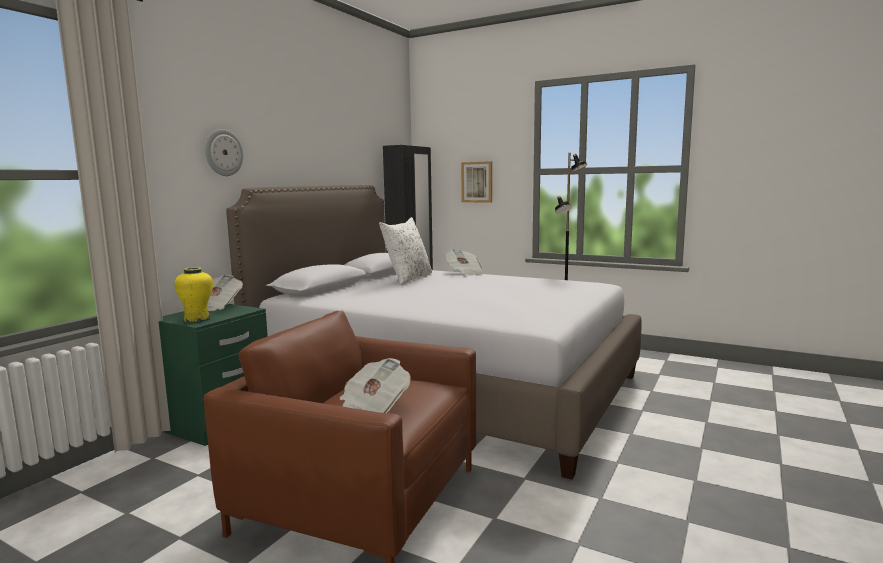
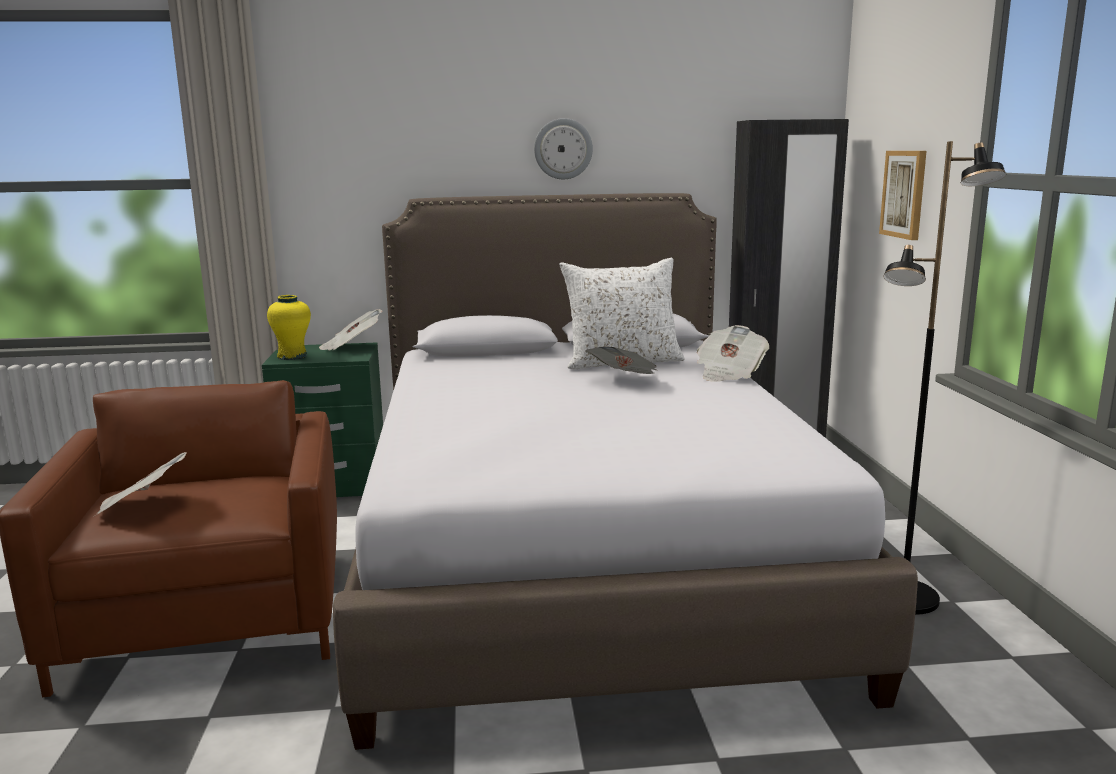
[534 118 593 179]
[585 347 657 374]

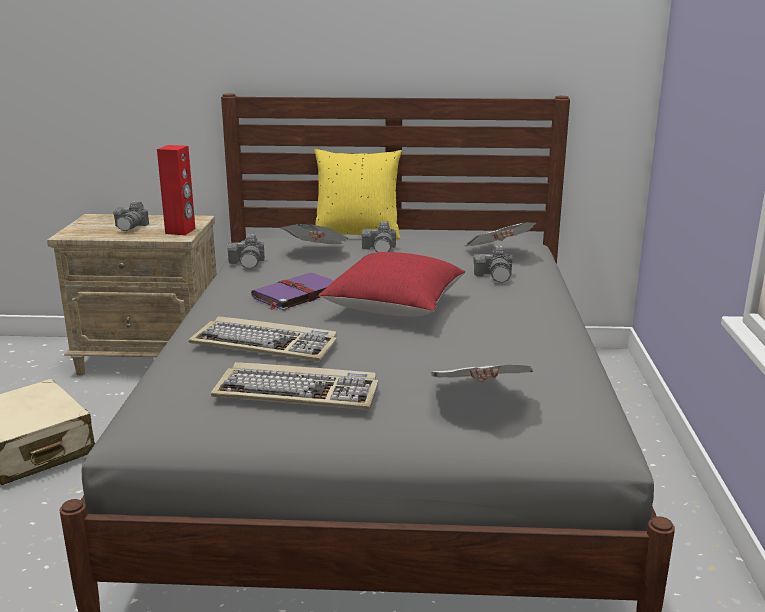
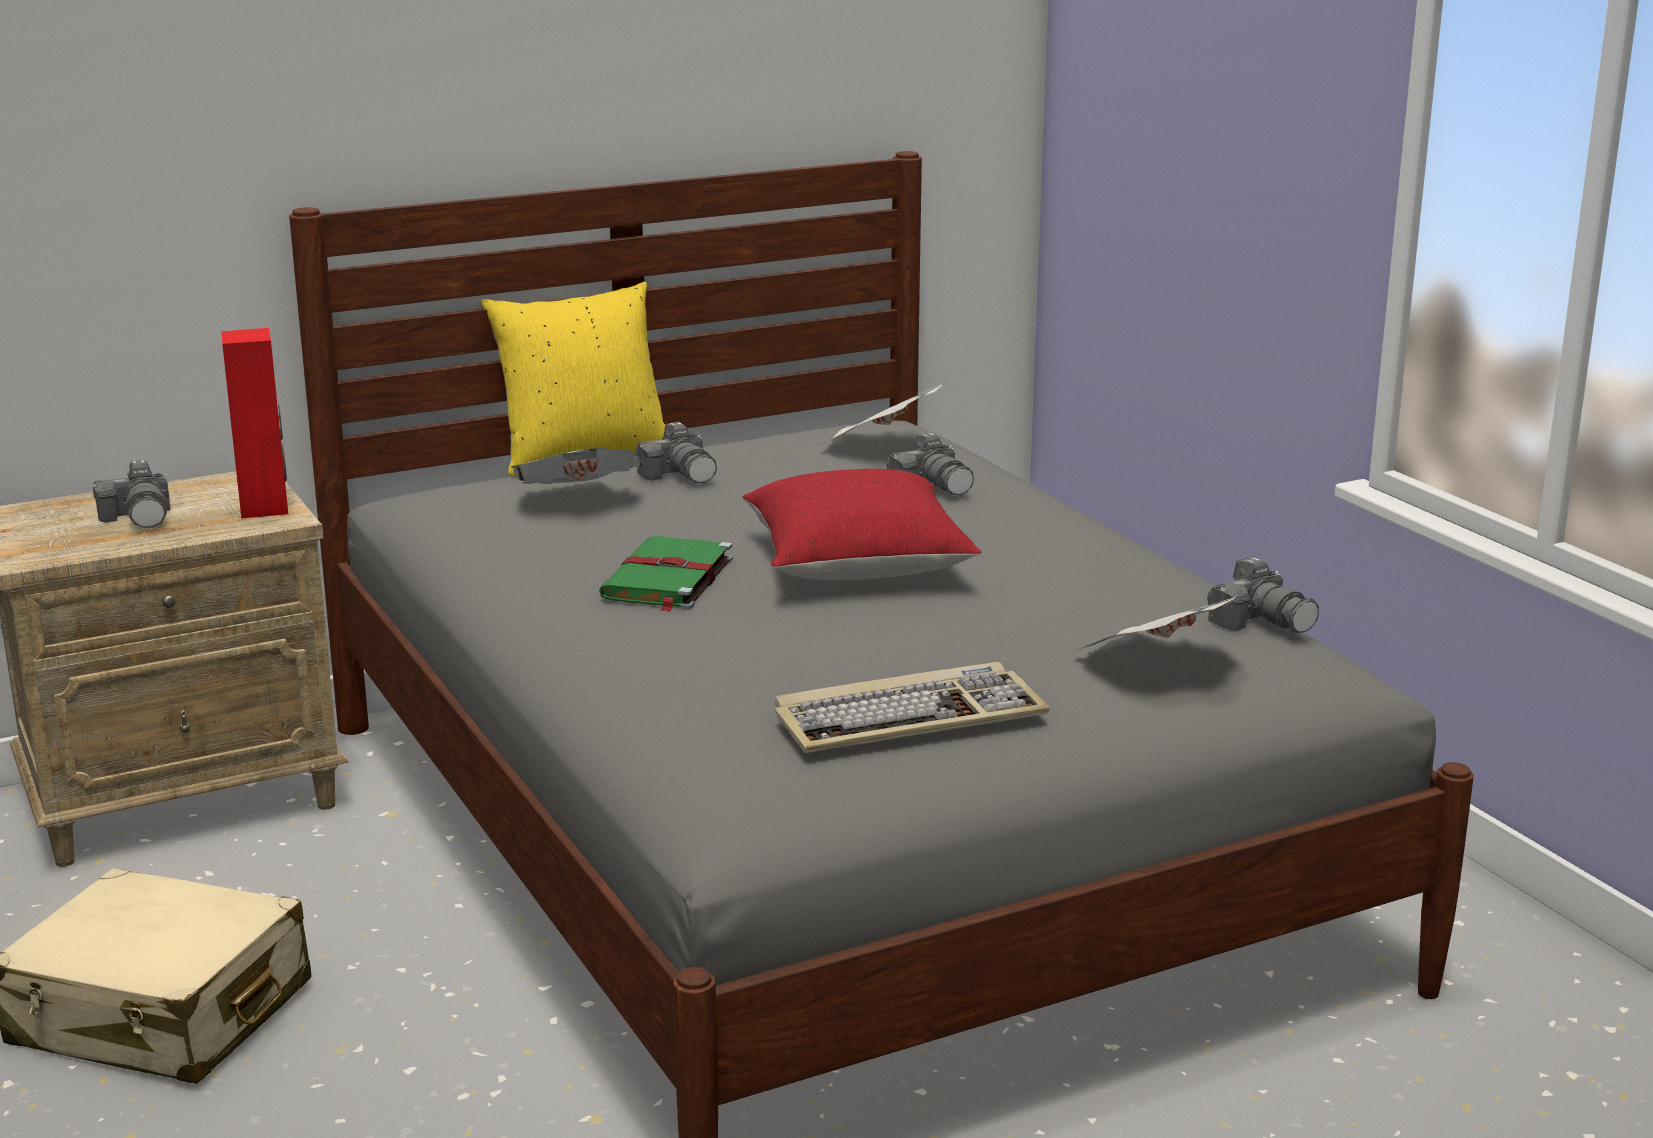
[599 536 733 612]
[1207 557 1319 633]
[189 316 337 362] (first image)

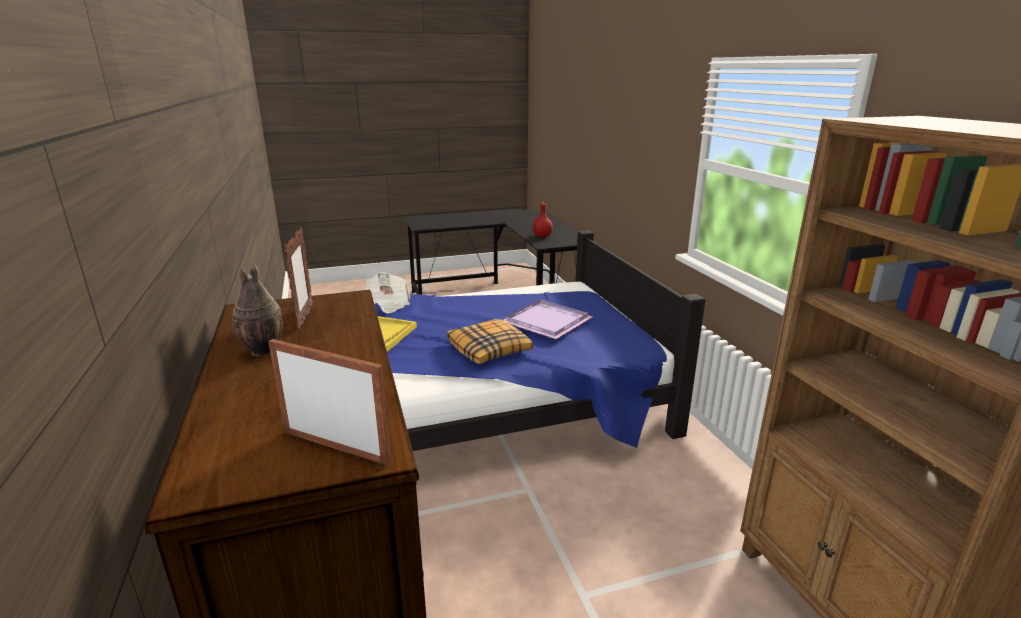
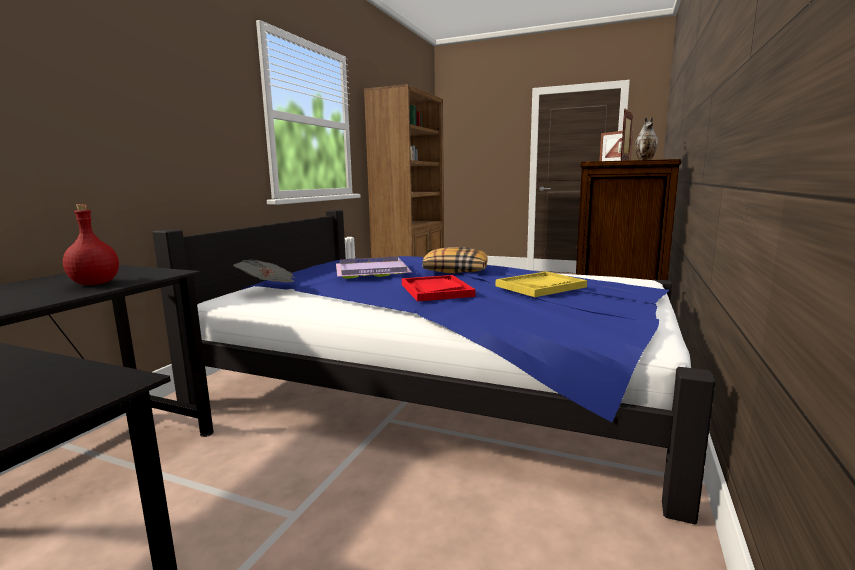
[233 260 295 282]
[402 275 476 302]

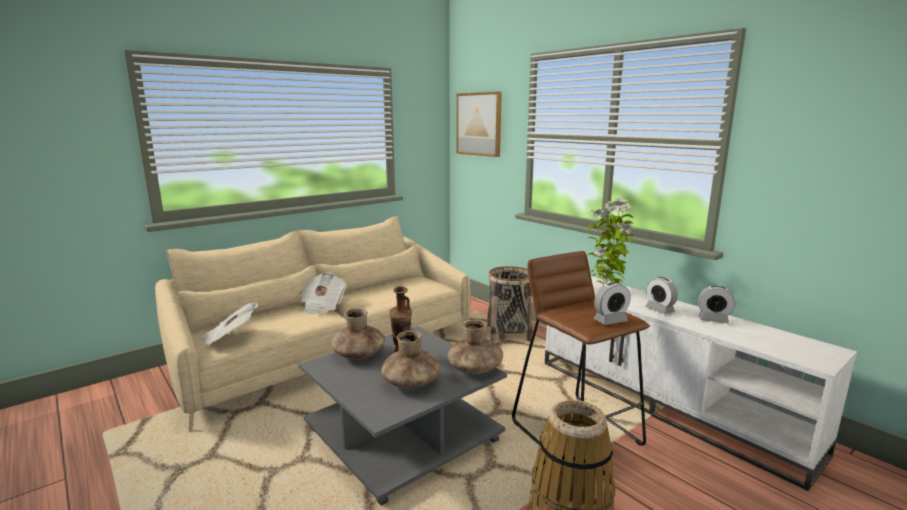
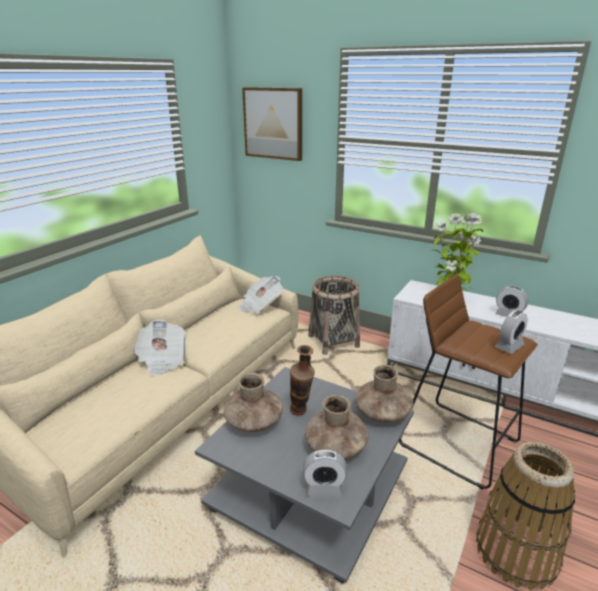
[238 276 283 314]
[303 450 347 497]

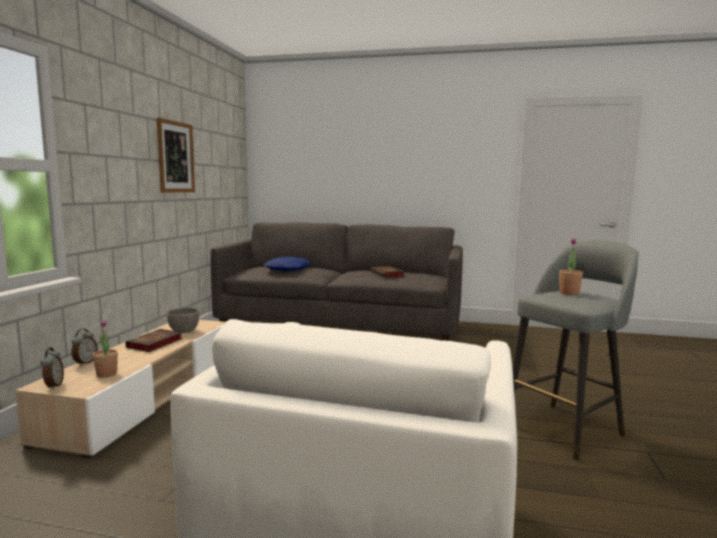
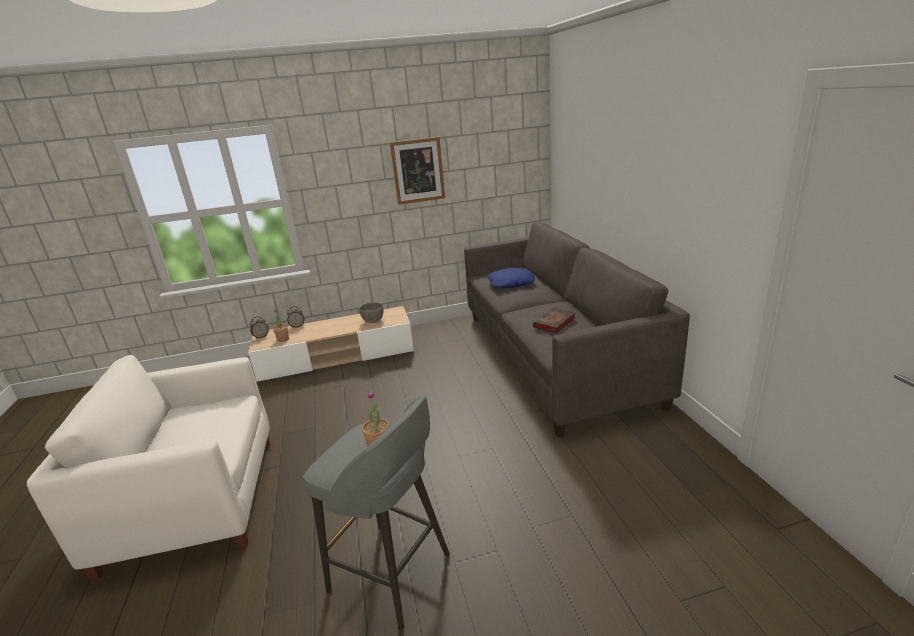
[125 329 183 352] (first image)

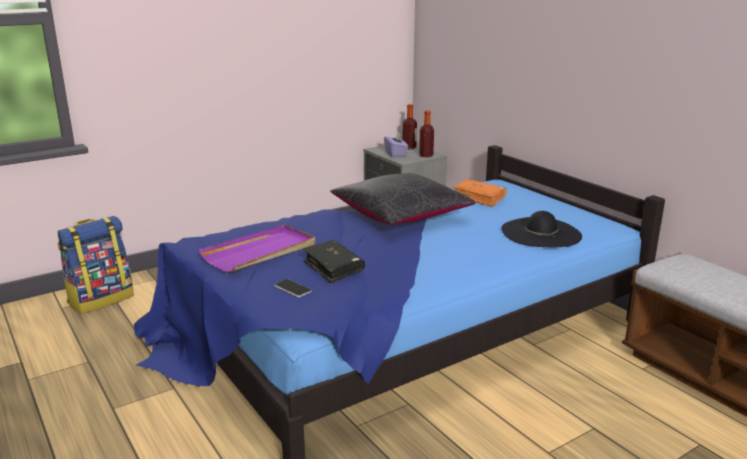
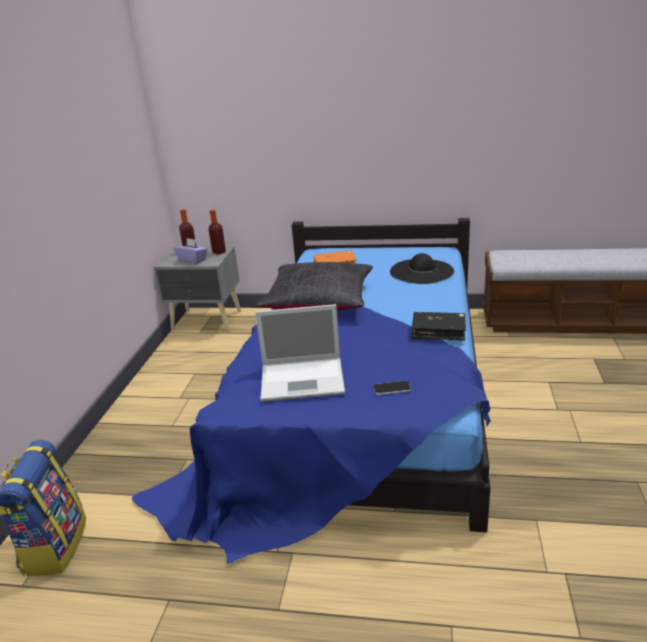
[255 304 345 402]
[411 312 466 341]

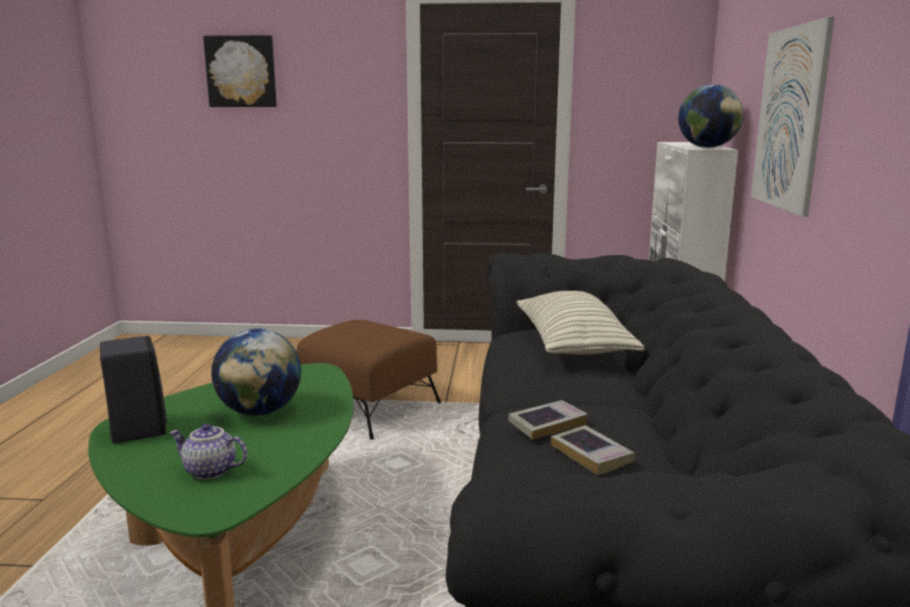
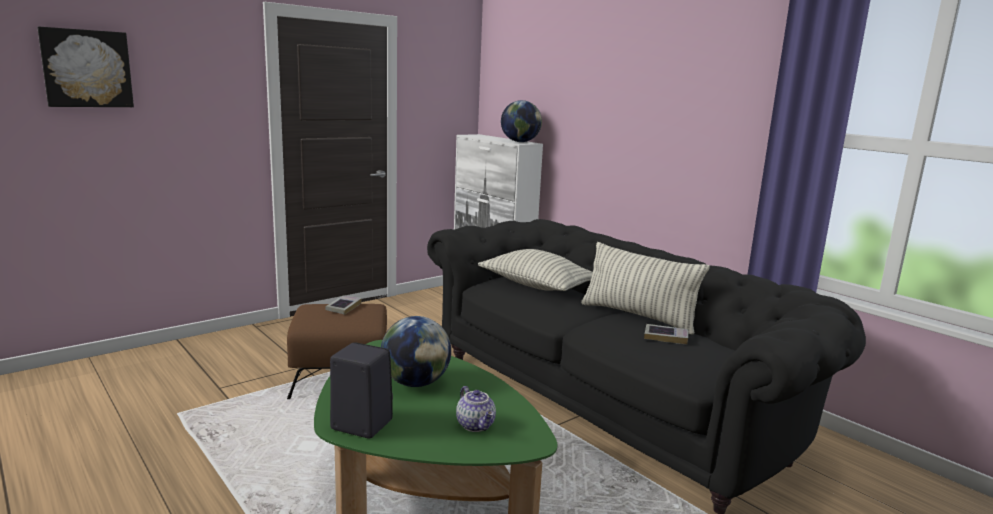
[325 296 362 315]
[456 386 496 432]
[581 242 710 334]
[751 17 834 217] (first image)

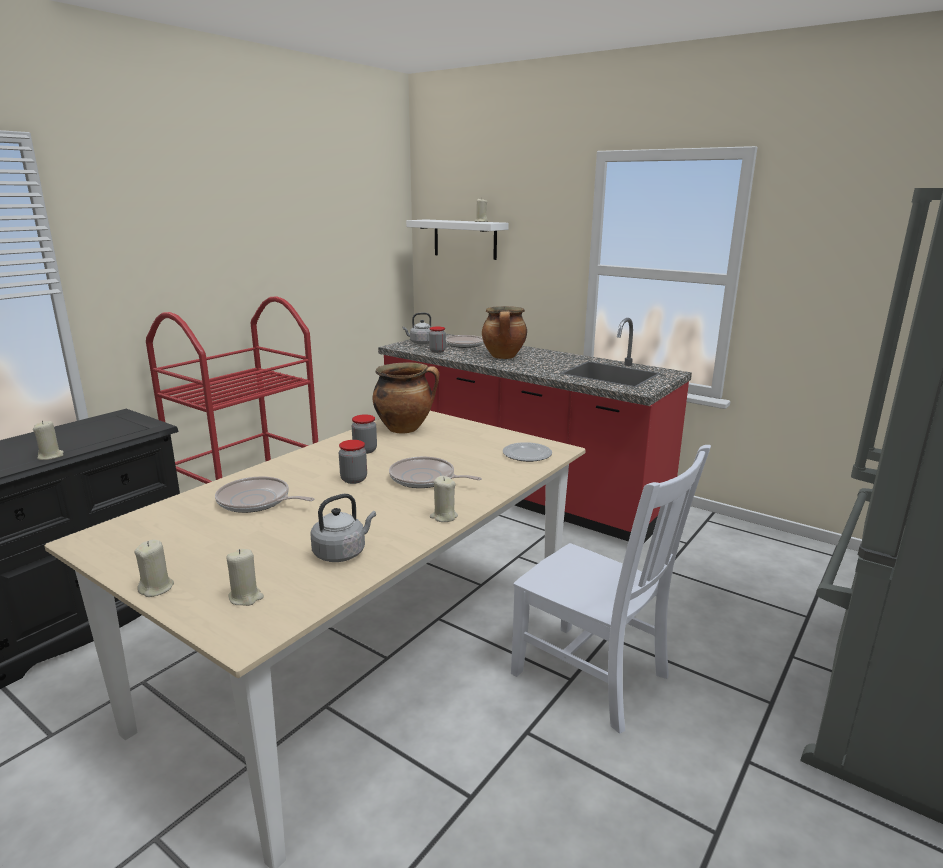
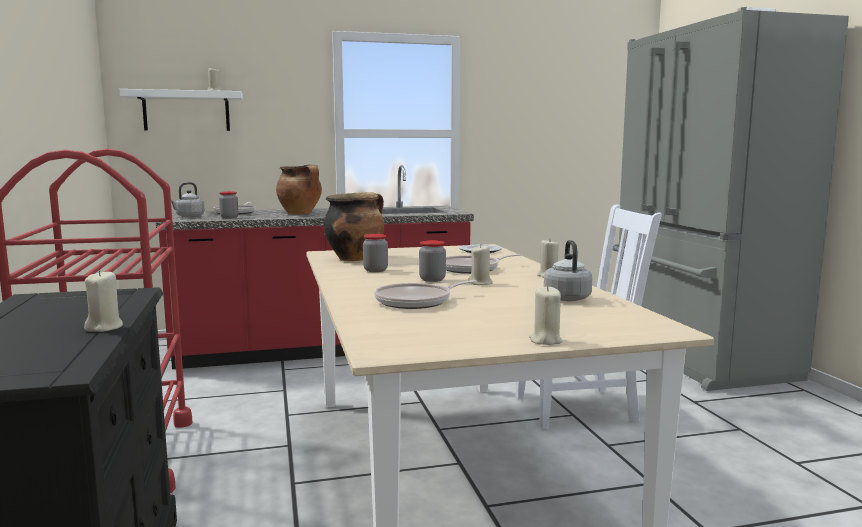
[468 245 493 285]

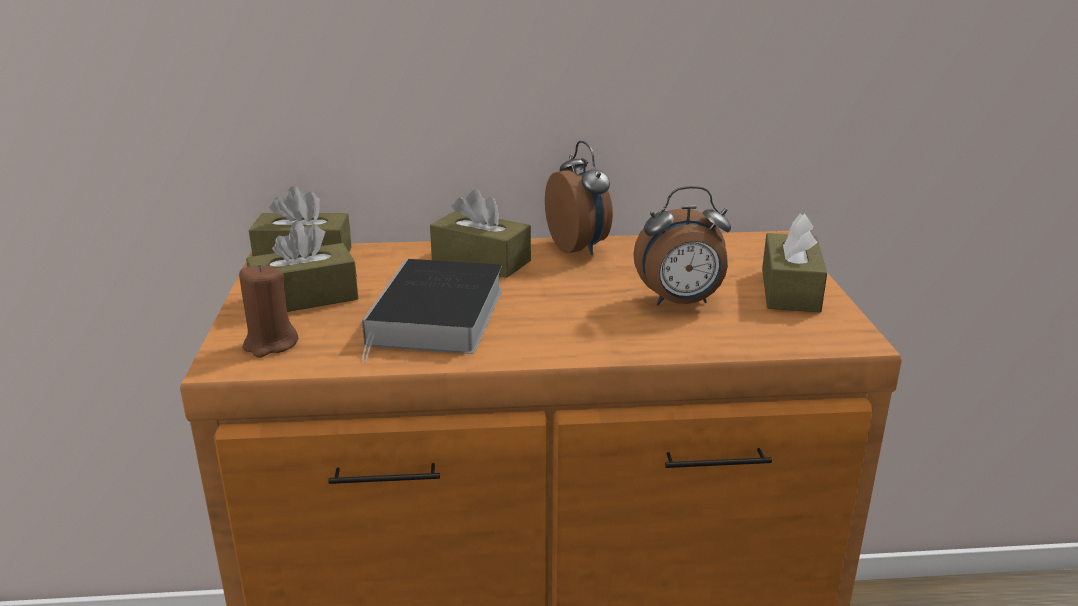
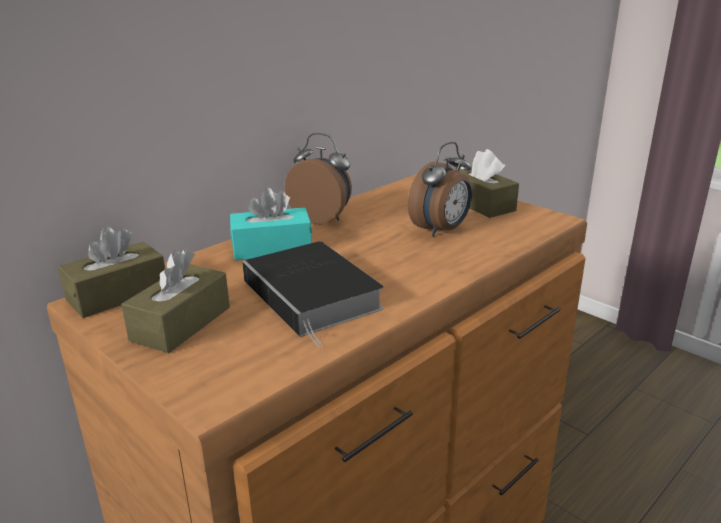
[230 187 312 260]
[239 264 298 358] (first image)

